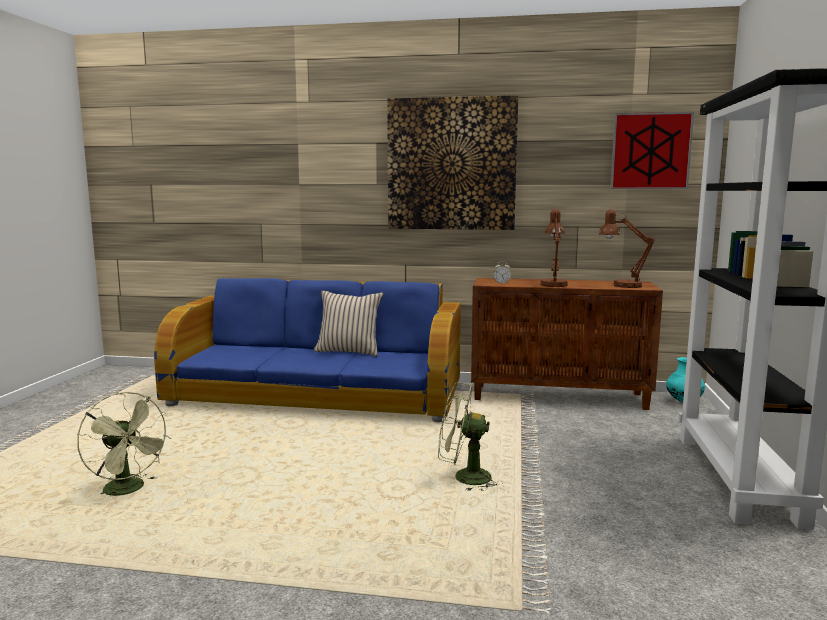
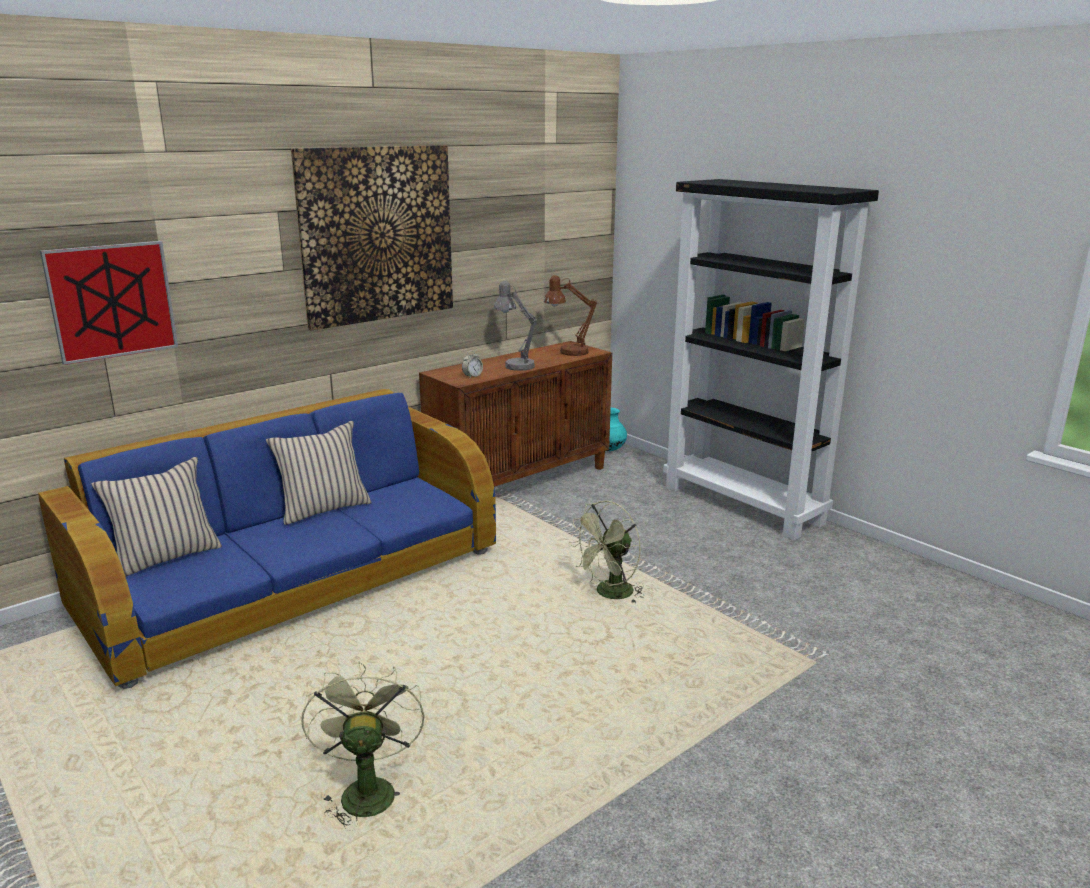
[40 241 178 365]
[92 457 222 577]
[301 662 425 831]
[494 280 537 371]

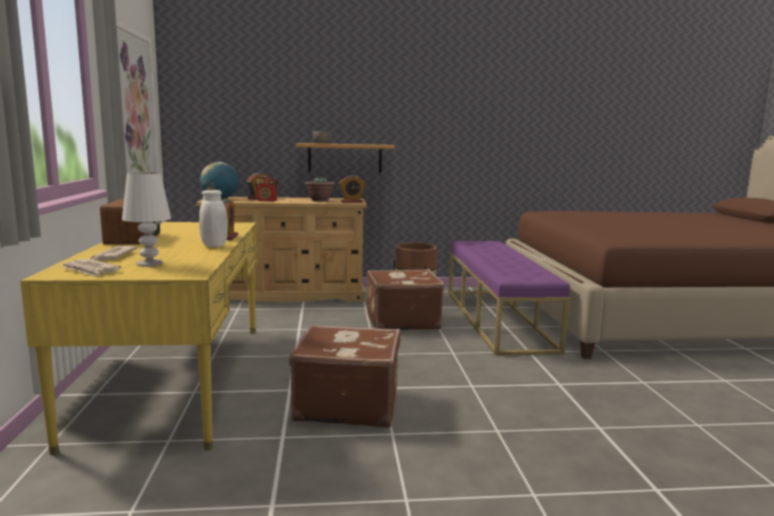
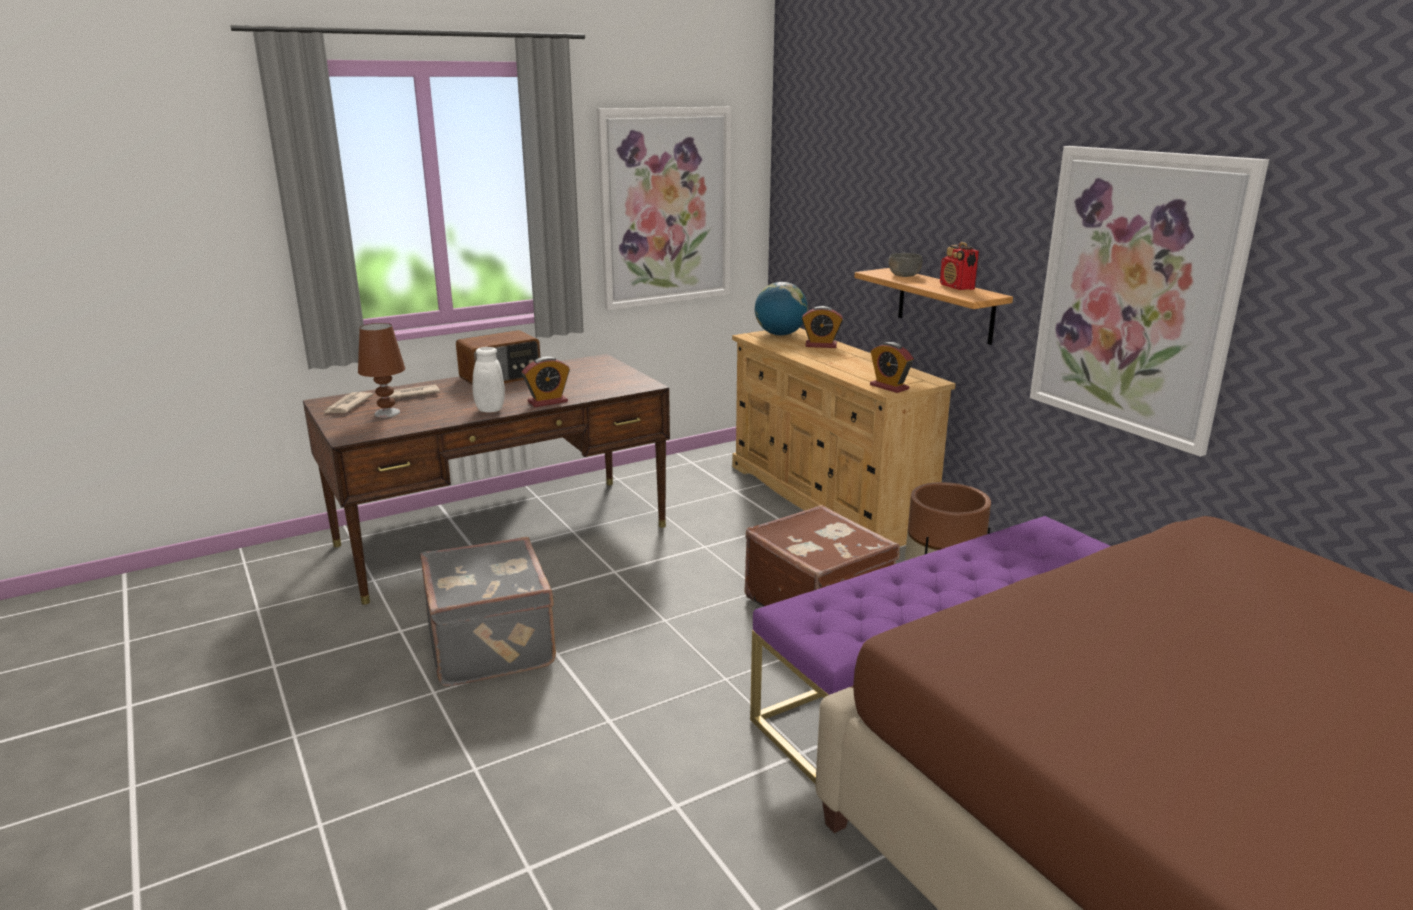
[303 354 670 605]
[358 323 405 418]
[420 537 556 686]
[940 242 979 290]
[1030 146 1269 457]
[305 177 335 202] (first image)

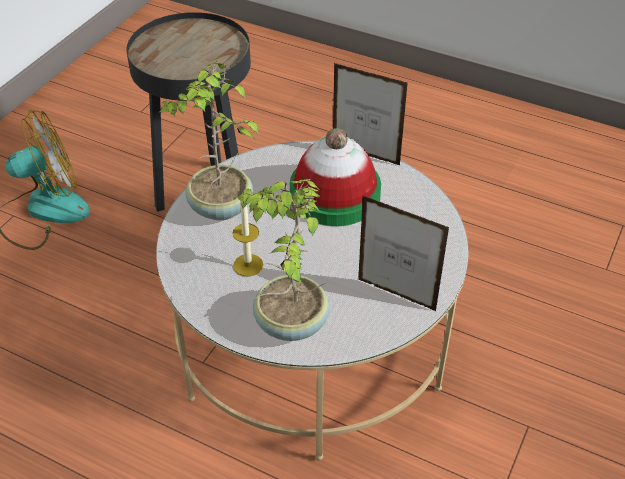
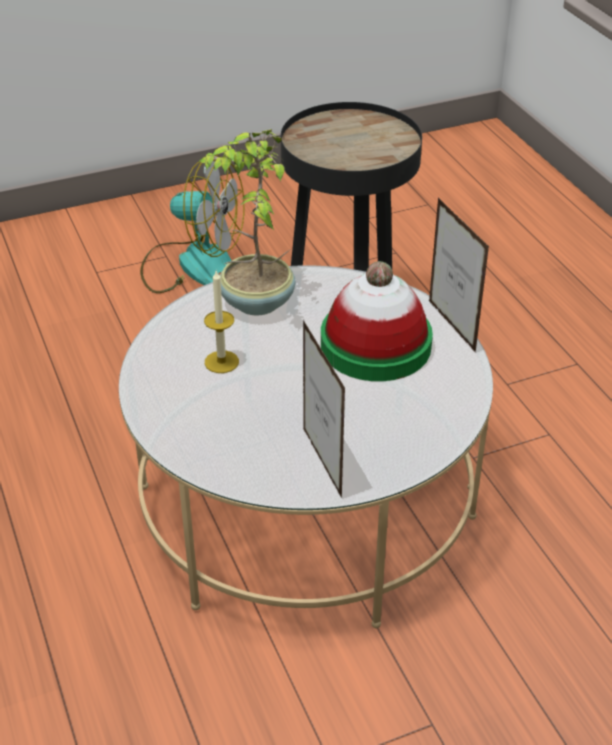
[237 179 330 341] (first image)

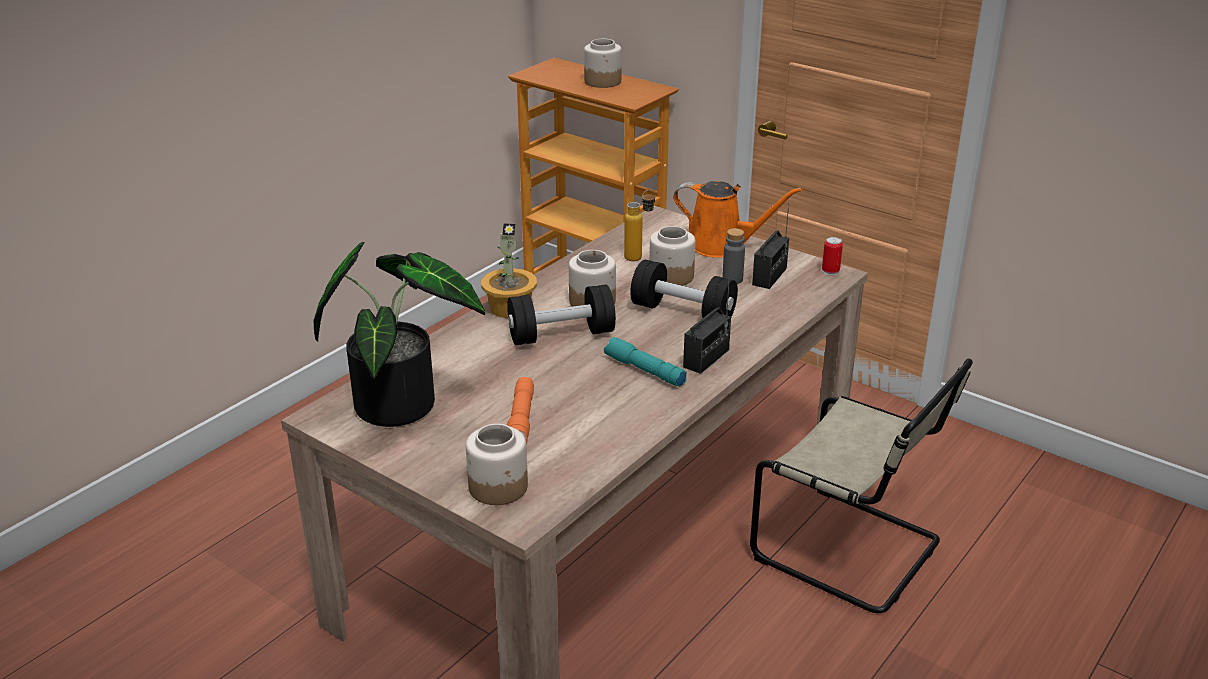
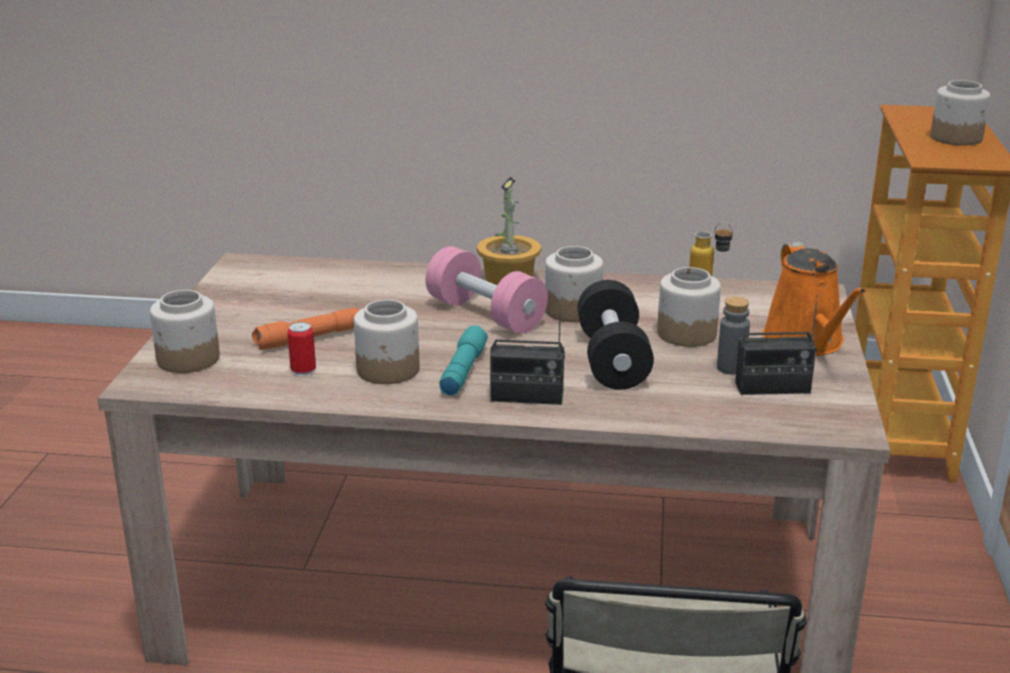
[287 322 316 377]
[354 300 419 384]
[425 246 548 334]
[313 242 485 427] (first image)

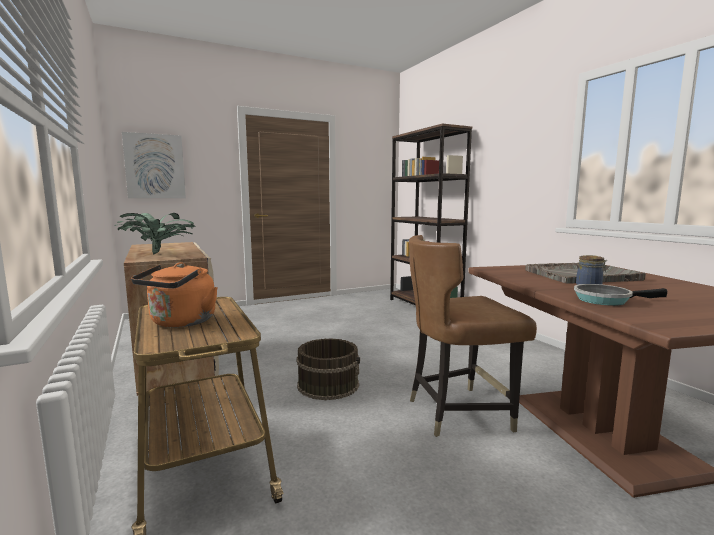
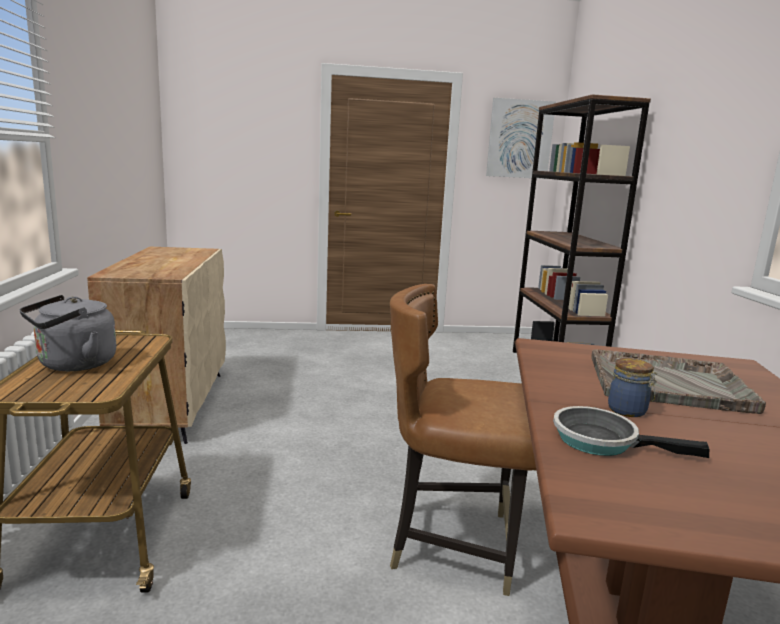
[20 295 116 371]
[486 98 556 179]
[114 213 196 255] (first image)
[297 338 360 400] (first image)

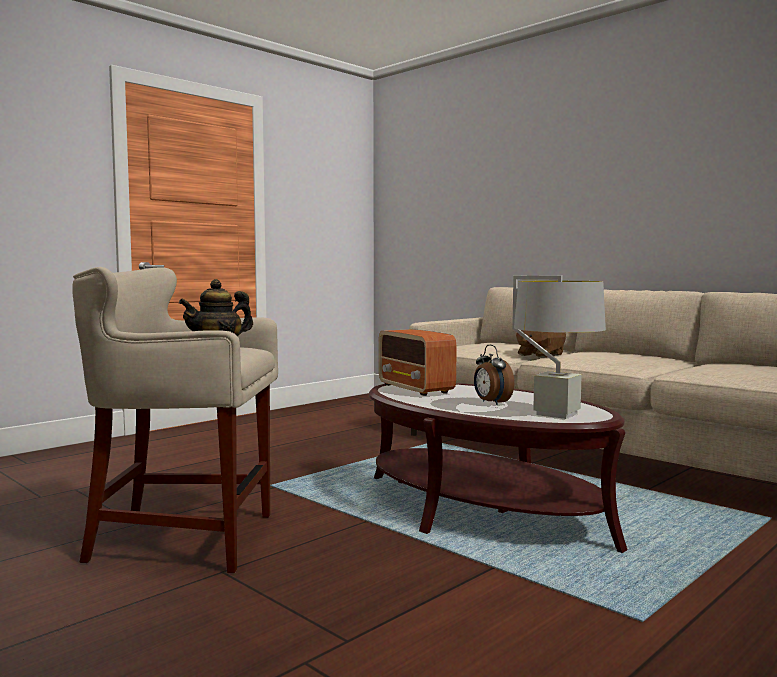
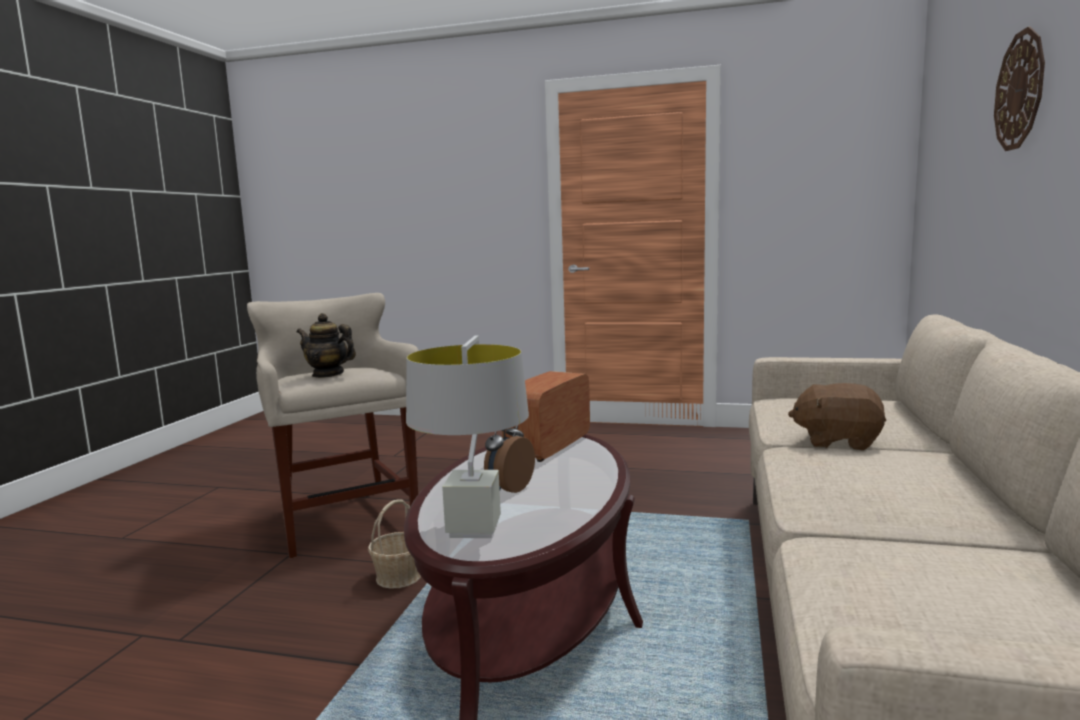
[368 499 421 589]
[994 27 1045 151]

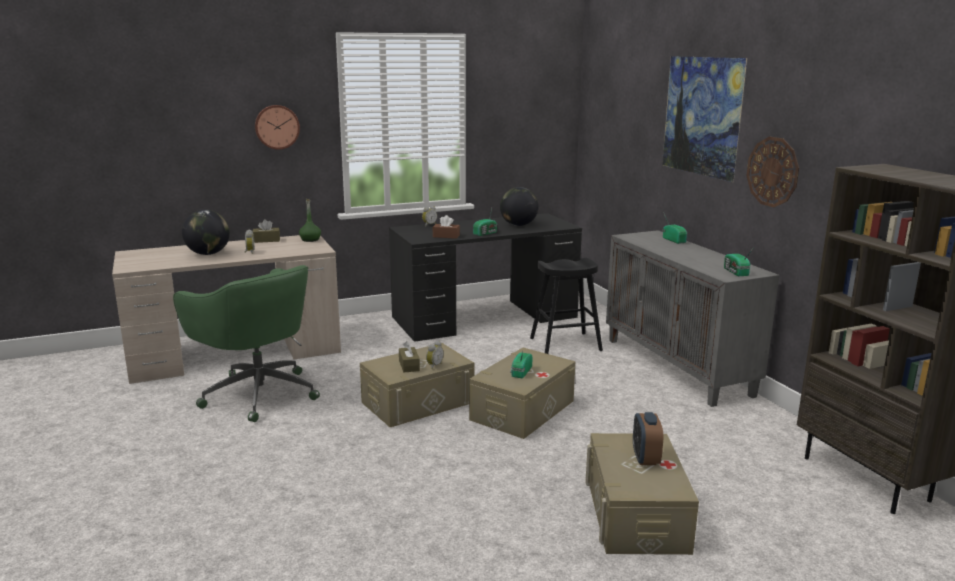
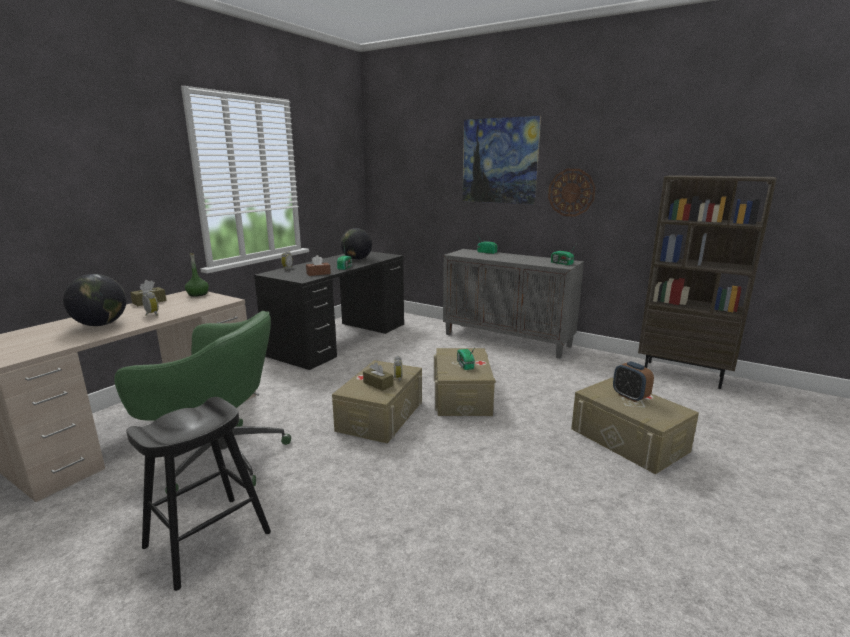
[126 397 271 591]
[255 105 300 150] (first image)

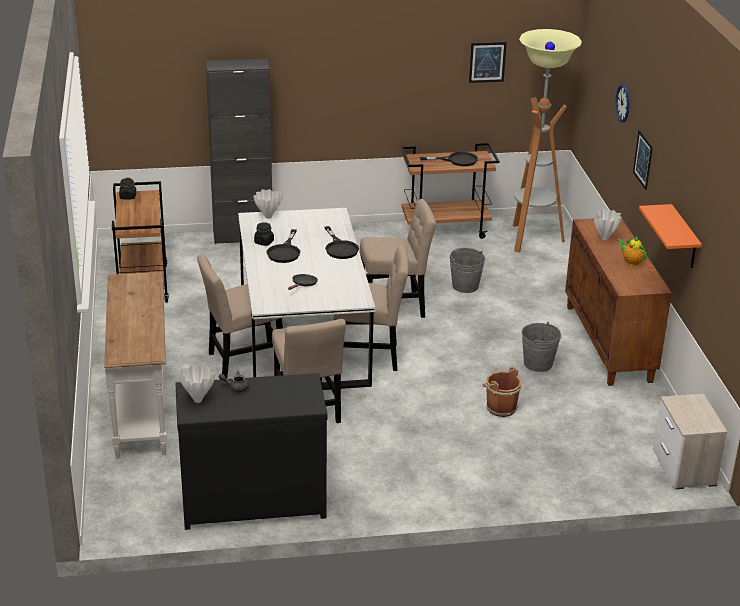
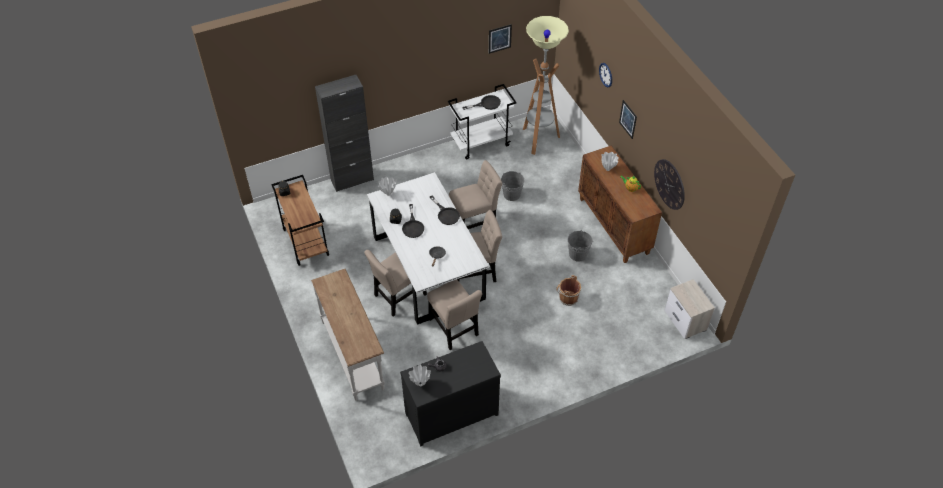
[448 84 517 159]
[654 159 685 210]

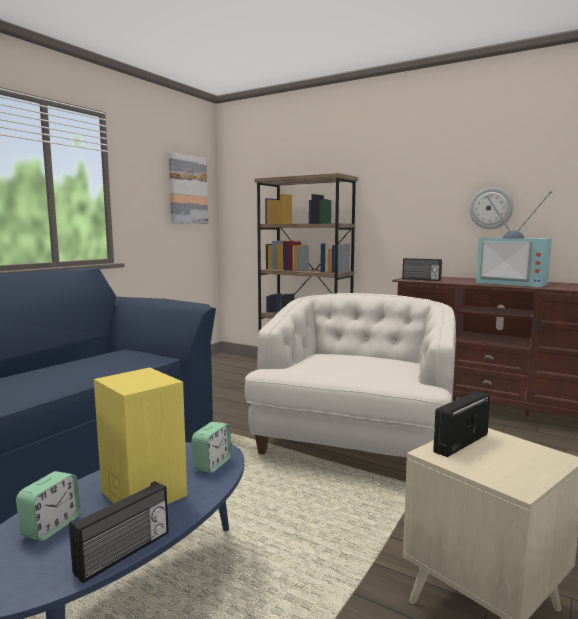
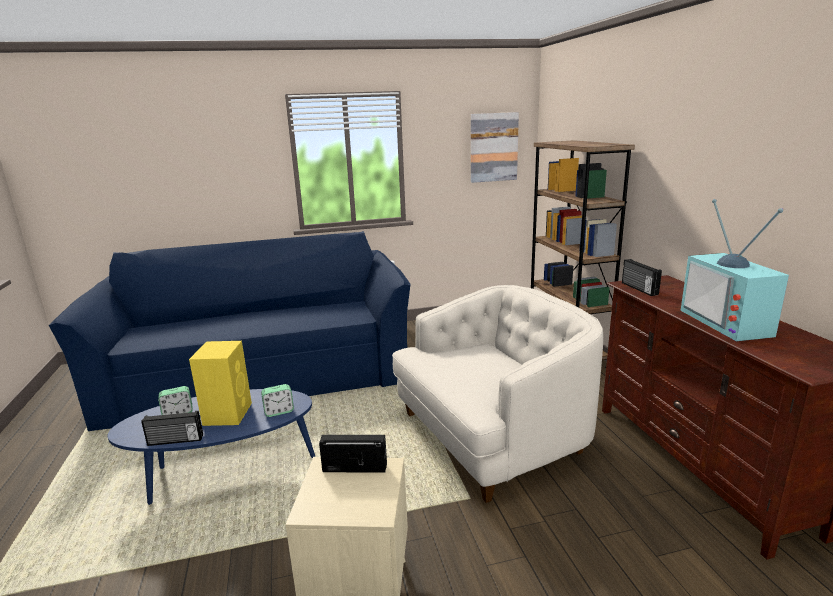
[469 187 513 229] (first image)

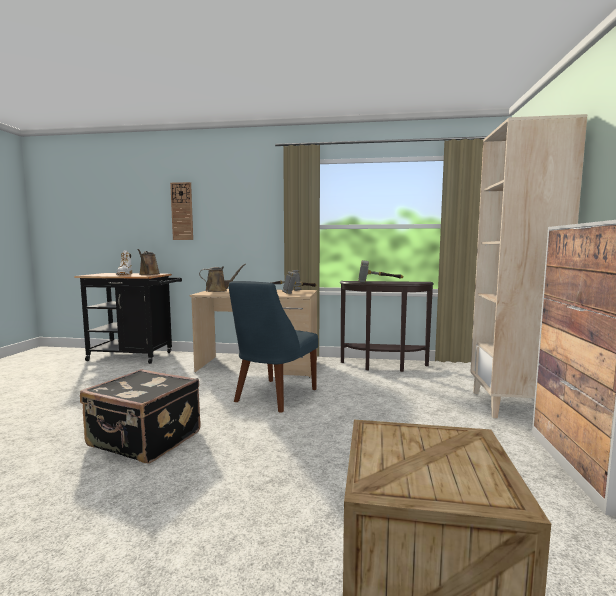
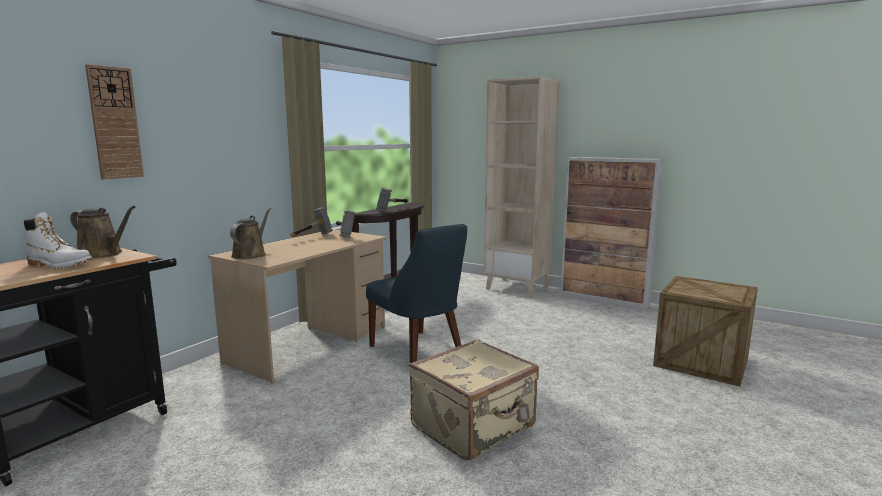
[409 339 539 461]

